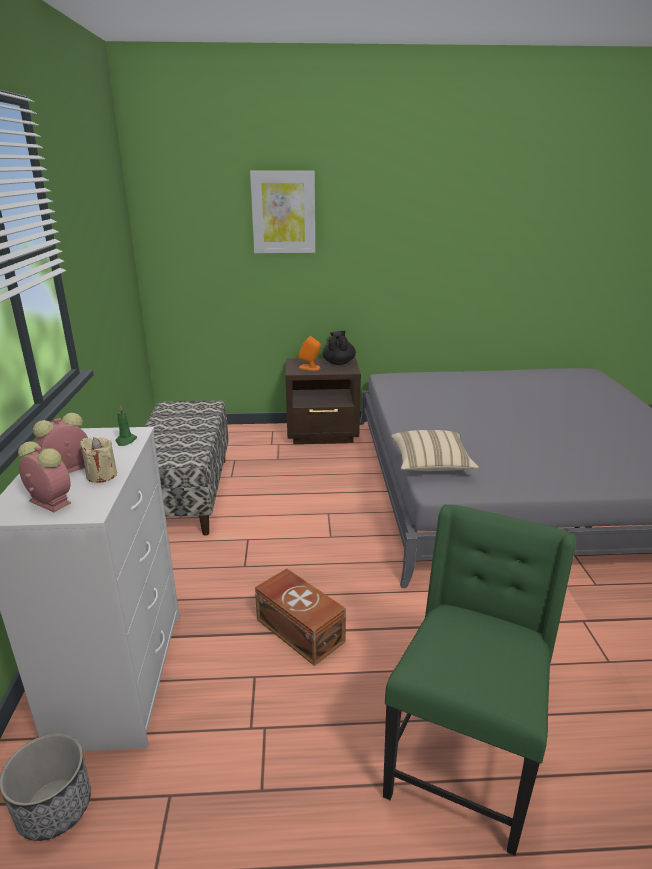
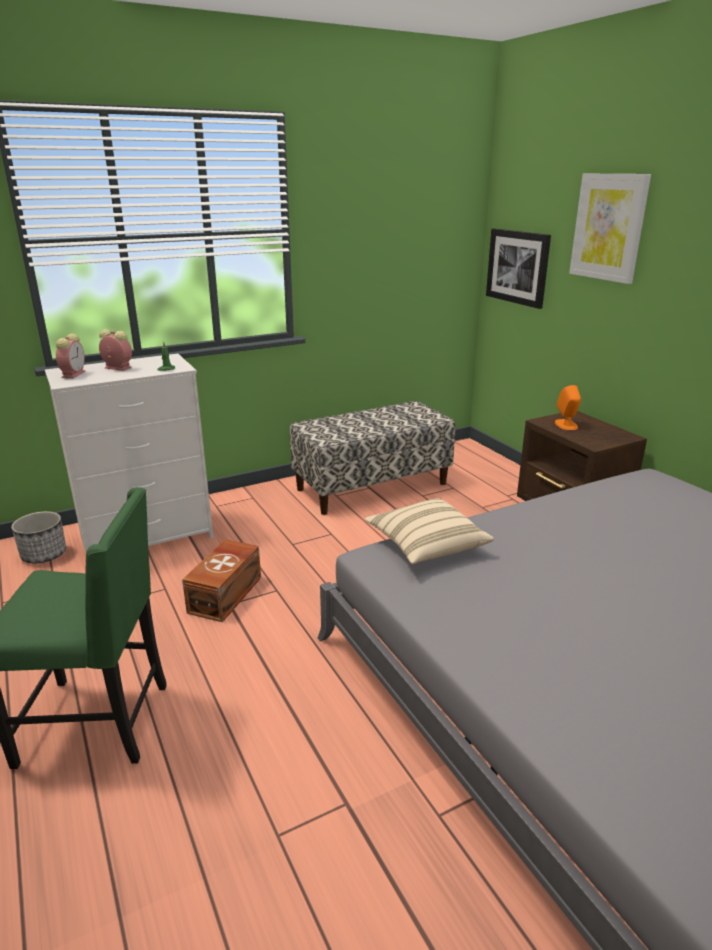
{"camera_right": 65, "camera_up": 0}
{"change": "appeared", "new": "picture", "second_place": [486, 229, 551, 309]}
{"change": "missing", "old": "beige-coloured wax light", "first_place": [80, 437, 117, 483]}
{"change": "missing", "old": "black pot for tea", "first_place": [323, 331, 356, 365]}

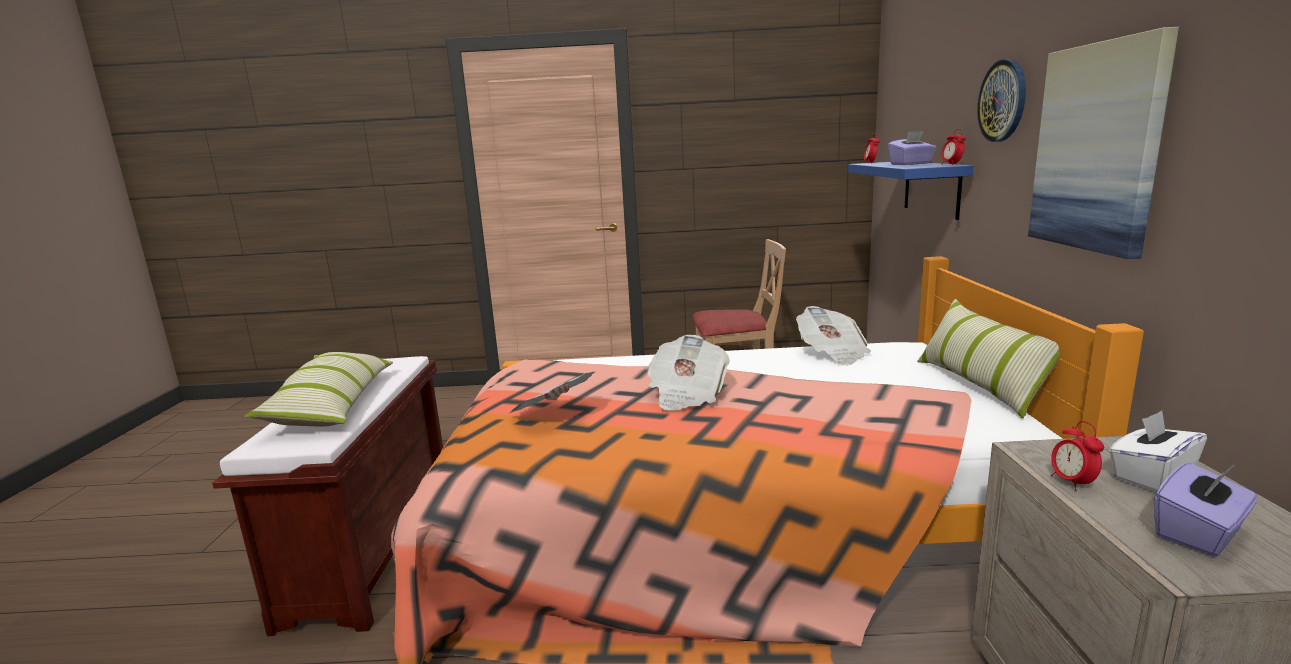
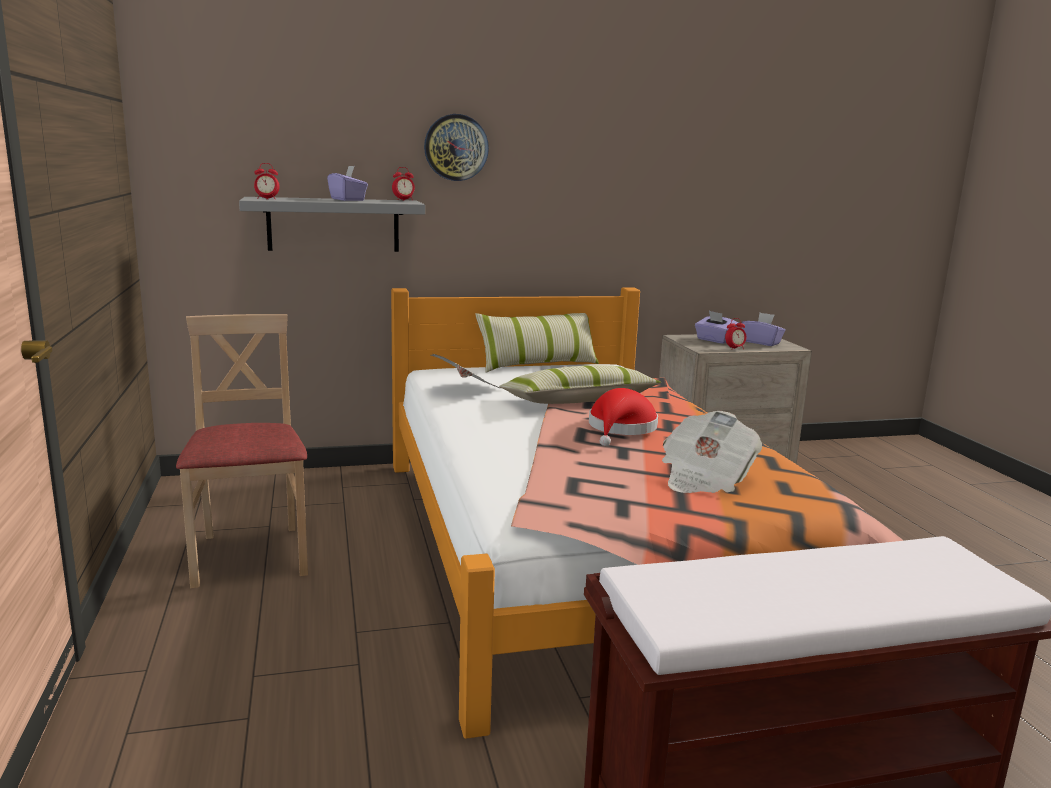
{"camera_right": -105, "camera_up": 0}
{"change": "colour", "old": "blue bracket shelf", "new": "grey bracket shelf", "first_place": [848, 162, 973, 220], "second_place": [239, 197, 425, 252]}
{"change": "relocated", "old": "cushion", "first_place": [244, 352, 393, 427], "second_place": [499, 365, 661, 404]}
{"change": "exchanged", "old": "printed paper", "new": "reddish hat", "first_place": [646, 335, 730, 411], "second_place": [589, 388, 658, 446]}
{"change": "colour", "old": "white box of tissues", "new": "purple-coloured box of tissues", "first_place": [1109, 411, 1207, 493], "second_place": [695, 311, 739, 344]}
{"change": "missing", "old": "picture", "first_place": [1028, 27, 1179, 259]}

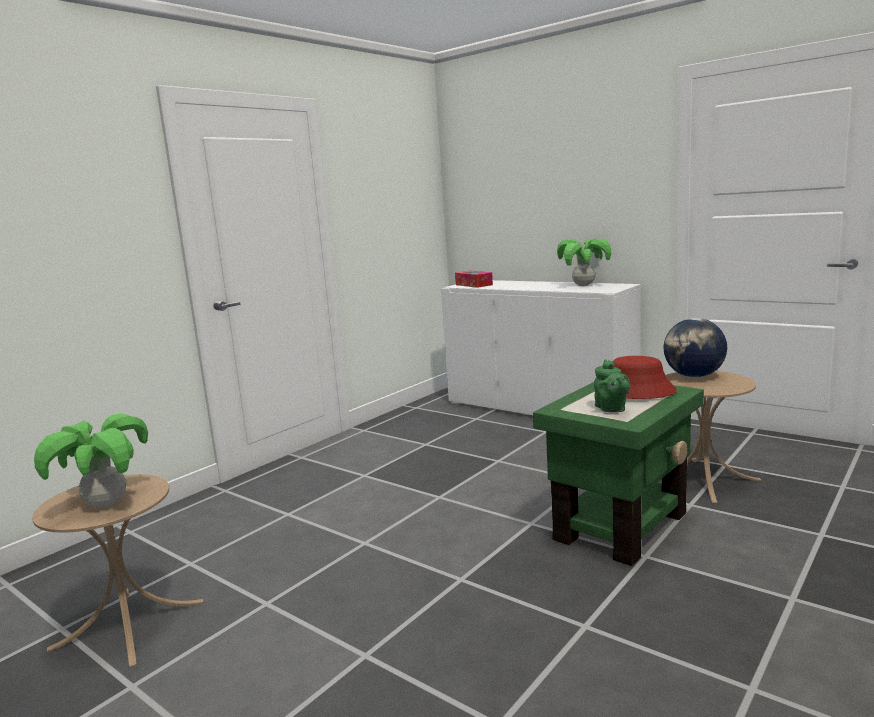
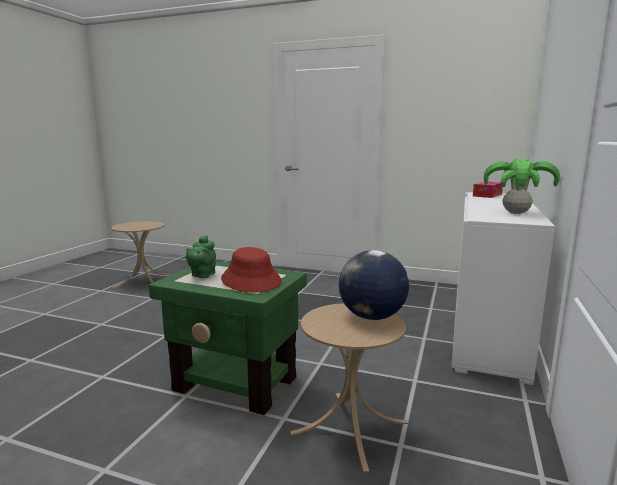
{"camera_right": 70, "camera_up": 0}
{"change": "spun", "old": "green pot for tea", "first_place": [594, 359, 630, 412], "second_place": [186, 235, 216, 278], "degrees": -45}
{"change": "missing", "old": "houseplant", "first_place": [34, 413, 148, 508]}

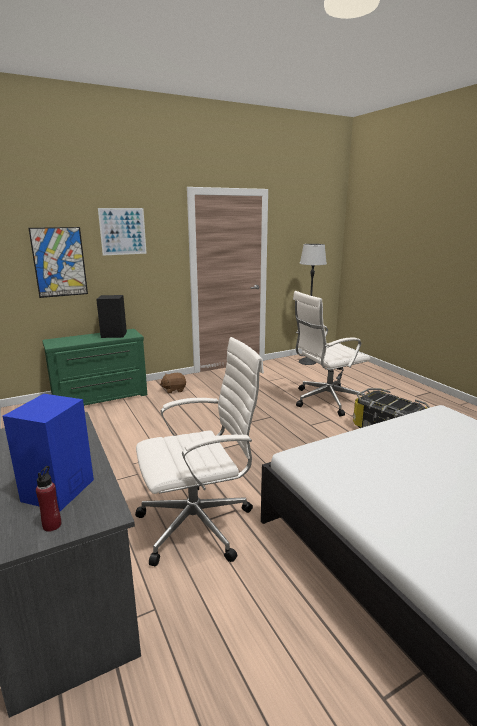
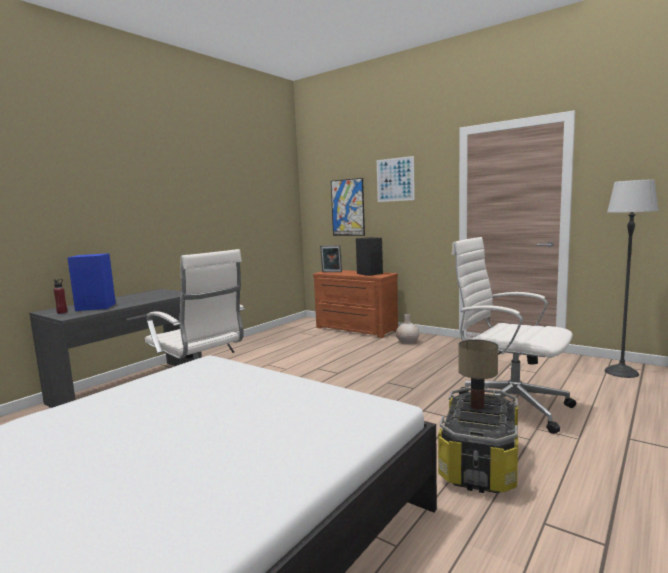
{"camera_right": 65, "camera_up": -10}
{"change": "colour", "old": "green dresser", "new": "brown dresser", "first_place": [42, 329, 147, 406], "second_place": [313, 270, 398, 338]}
{"change": "appeared", "new": "photo frame", "second_place": [320, 245, 342, 272]}
{"change": "exchanged", "old": "brown soft toy", "new": "beige-coloured flower vase", "first_place": [160, 373, 186, 393], "second_place": [396, 314, 419, 344]}
{"change": "appeared", "new": "table lamp", "second_place": [458, 340, 498, 409]}

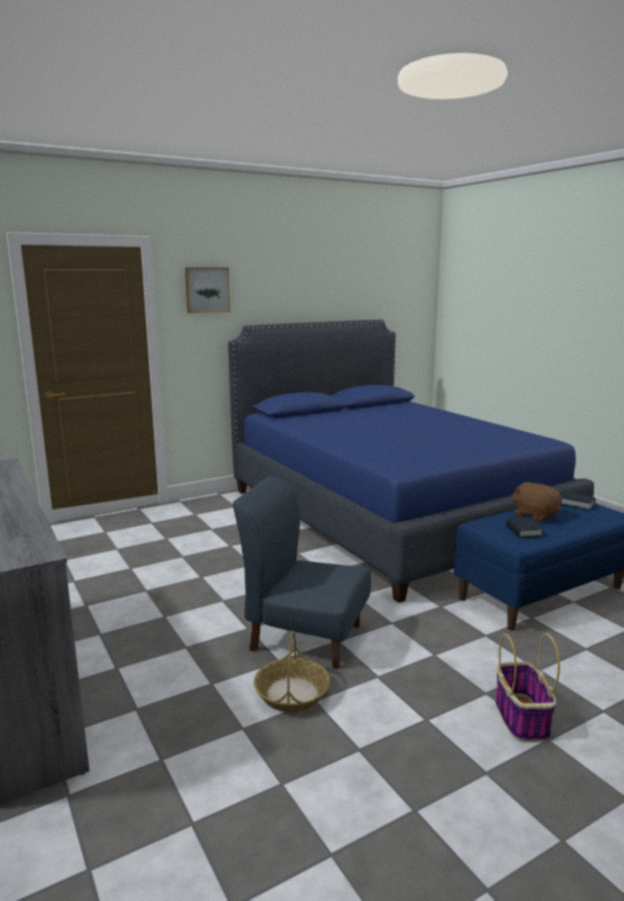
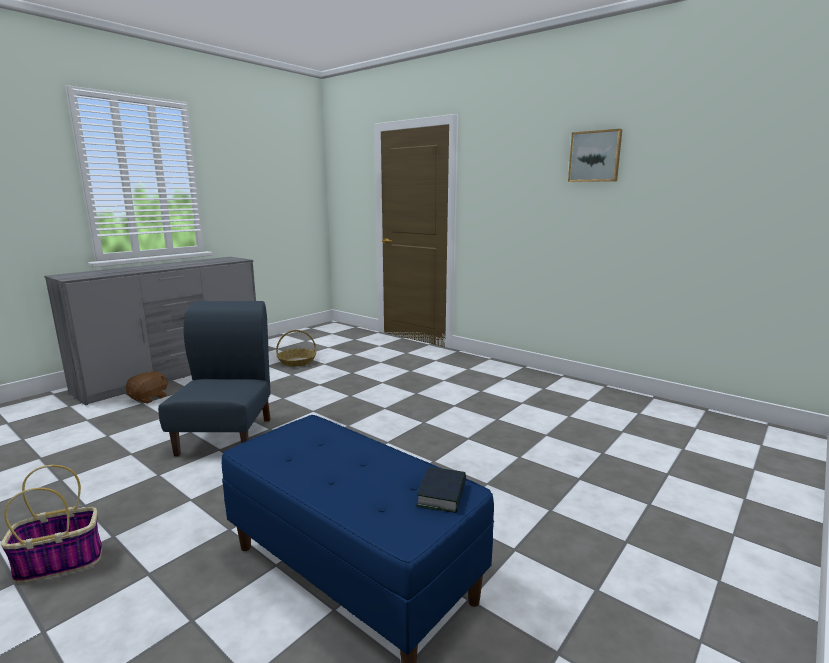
{"camera_right": 70, "camera_up": 0}
{"change": "relocated", "old": "brown soft toy", "first_place": [512, 482, 562, 522], "second_place": [126, 371, 168, 403]}
{"change": "relocated", "old": "storage basket", "first_place": [254, 631, 330, 712], "second_place": [276, 330, 316, 367]}
{"change": "relocated", "old": "picture", "first_place": [185, 267, 230, 313], "second_place": [568, 129, 622, 182]}
{"change": "missing", "old": "blue bed", "first_place": [228, 320, 594, 603]}
{"change": "missing", "old": "bound book", "first_place": [506, 517, 543, 538]}

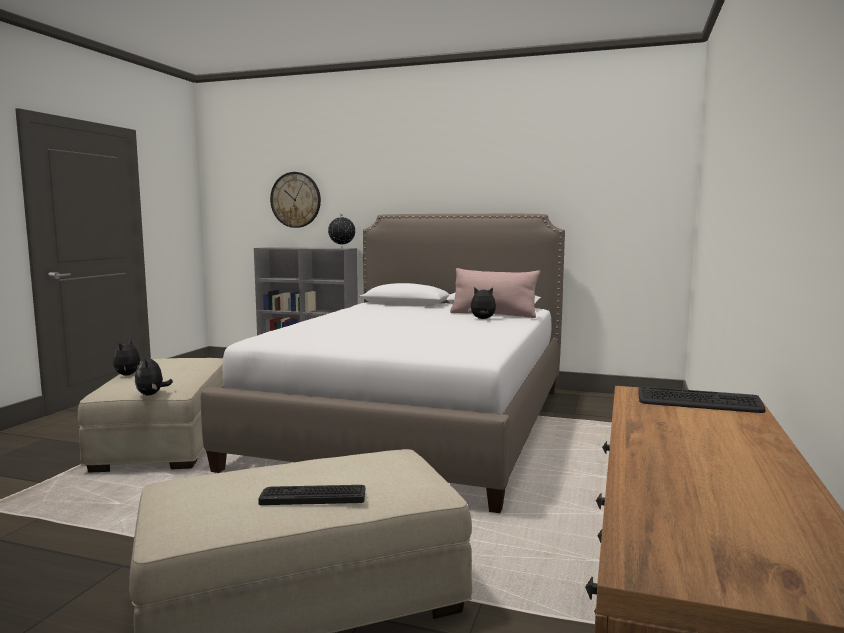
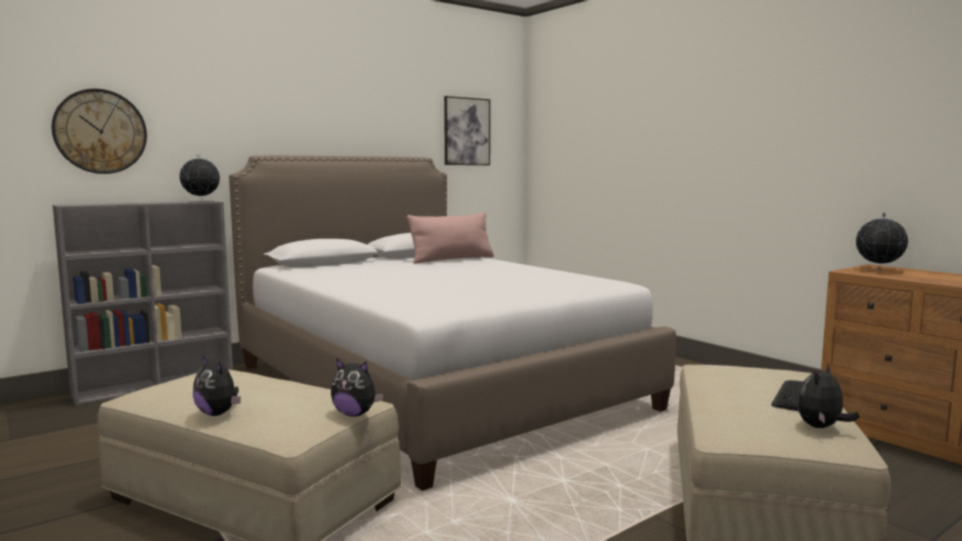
{"camera_right": -55, "camera_up": 0}
{"change": "appeared", "new": "picture", "second_place": [444, 96, 490, 165]}
{"change": "relocated", "old": "soft toy", "first_place": [468, 287, 496, 319], "second_place": [797, 364, 860, 428]}
{"change": "exchanged", "old": "PC keyboard", "new": "globe", "first_place": [638, 387, 766, 413], "second_place": [856, 213, 908, 270]}

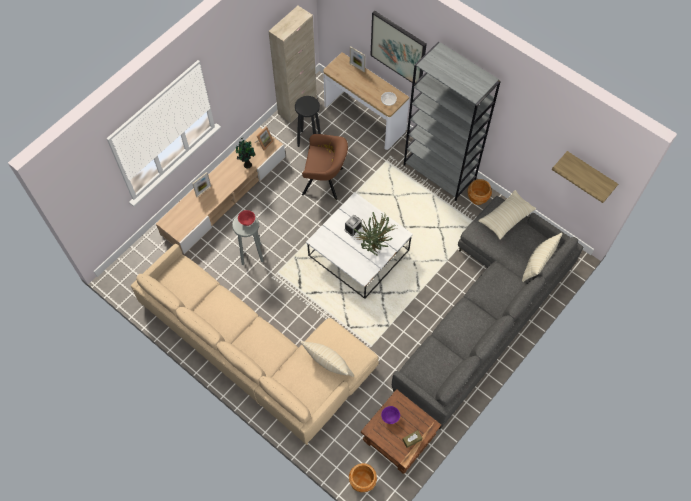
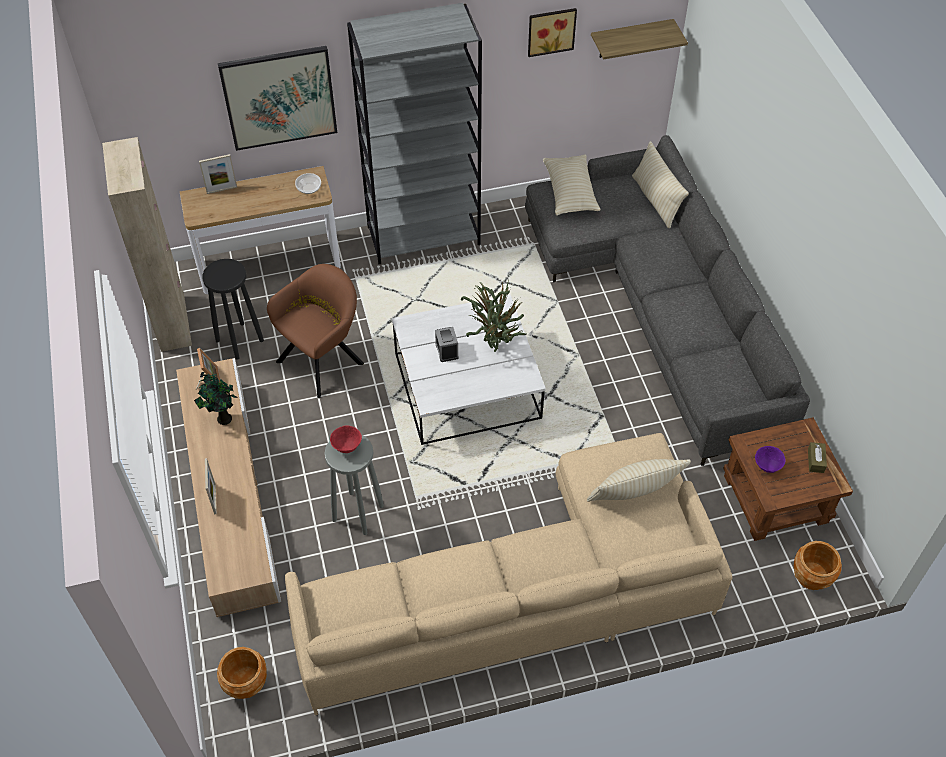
{"camera_right": -55, "camera_up": -10}
{"change": "relocated", "old": "brown flower pot", "first_place": [467, 179, 492, 205], "second_place": [217, 647, 267, 699]}
{"change": "appeared", "new": "picture", "second_place": [528, 8, 577, 57]}

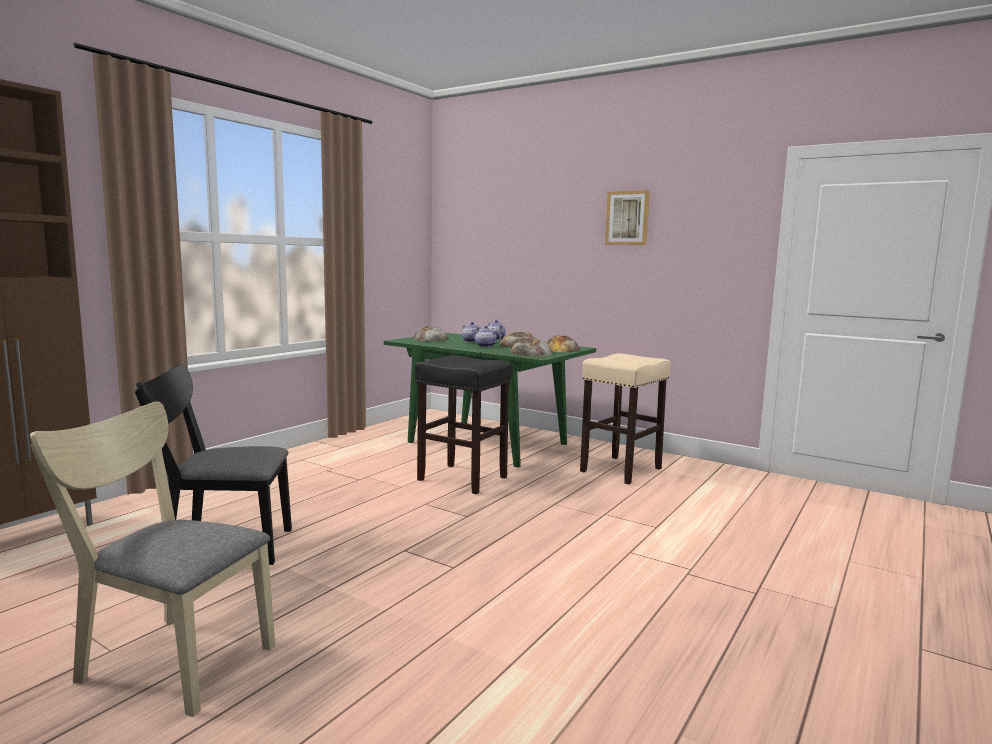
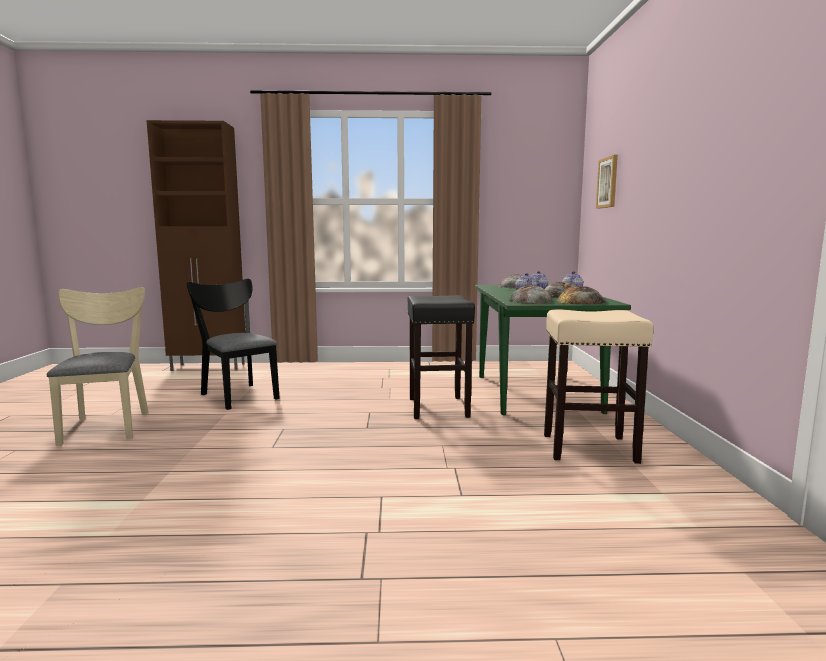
{"camera_right": 55, "camera_up": 0}
{"change": "relocated", "old": "picture", "first_place": [605, 190, 650, 245], "second_place": [596, 155, 618, 209]}

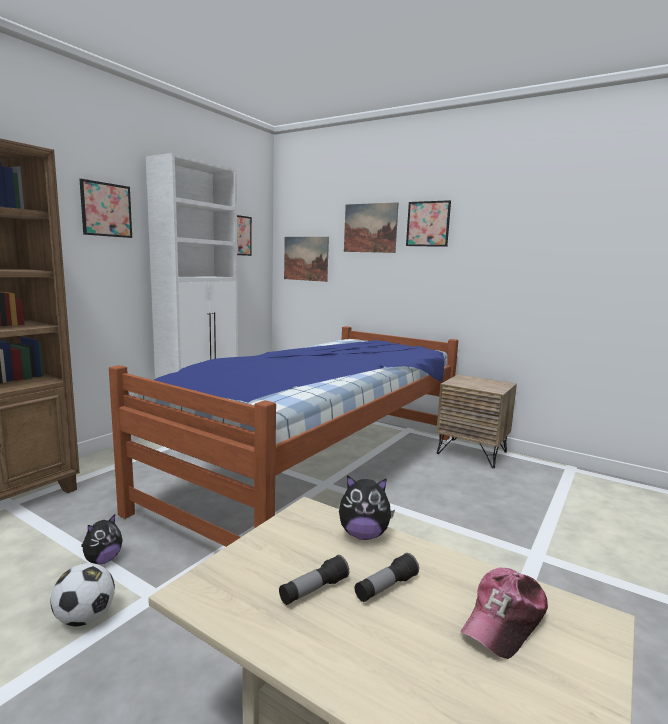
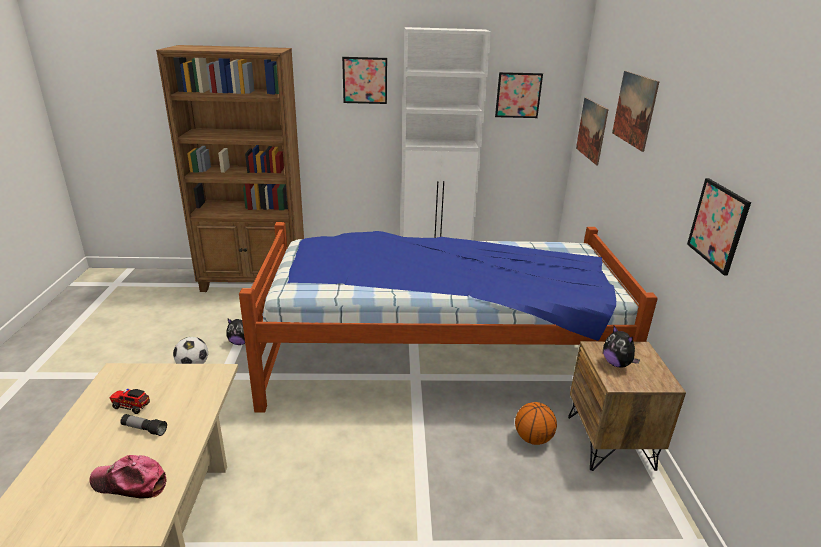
{"camera_right": 55, "camera_up": 15}
{"change": "exchanged", "old": "flashlight", "new": "model truck", "first_place": [279, 555, 349, 605], "second_place": [110, 389, 150, 414]}
{"change": "appeared", "new": "ball for basketball", "second_place": [515, 402, 557, 445]}
{"change": "relocated", "old": "soft toy", "first_place": [339, 475, 395, 540], "second_place": [603, 326, 640, 368]}
{"change": "relocated", "old": "picture", "first_place": [406, 200, 451, 247], "second_place": [687, 178, 751, 275]}

